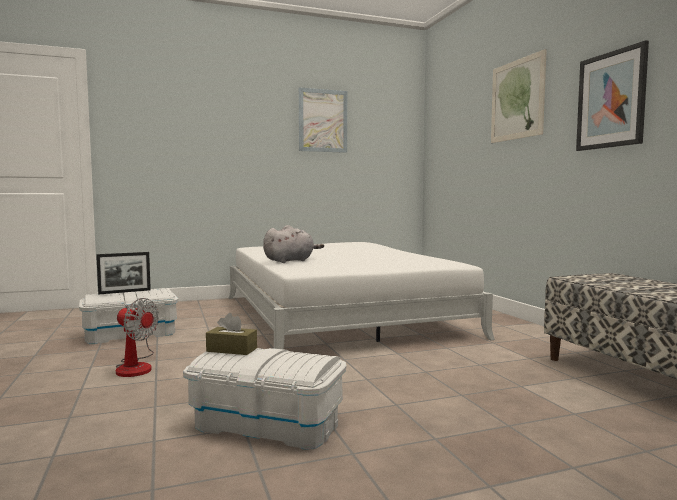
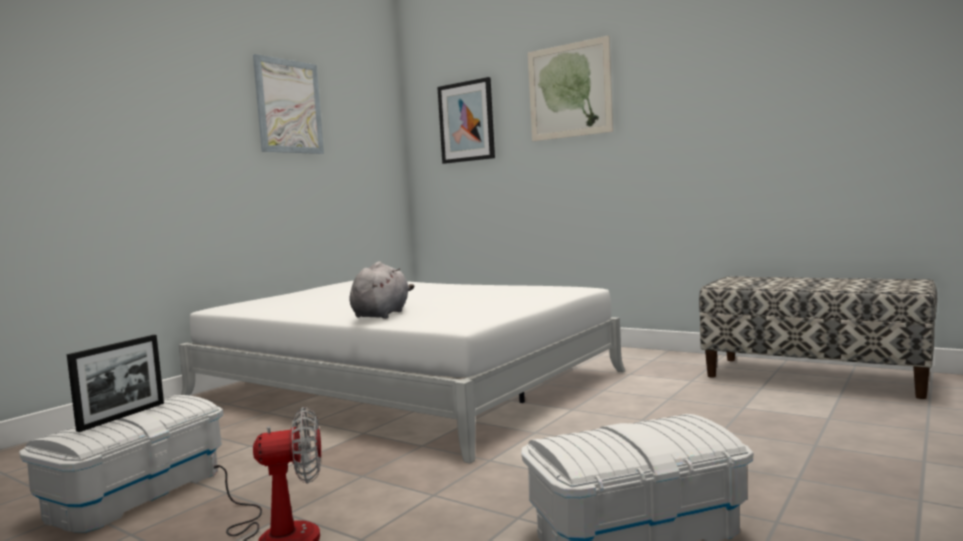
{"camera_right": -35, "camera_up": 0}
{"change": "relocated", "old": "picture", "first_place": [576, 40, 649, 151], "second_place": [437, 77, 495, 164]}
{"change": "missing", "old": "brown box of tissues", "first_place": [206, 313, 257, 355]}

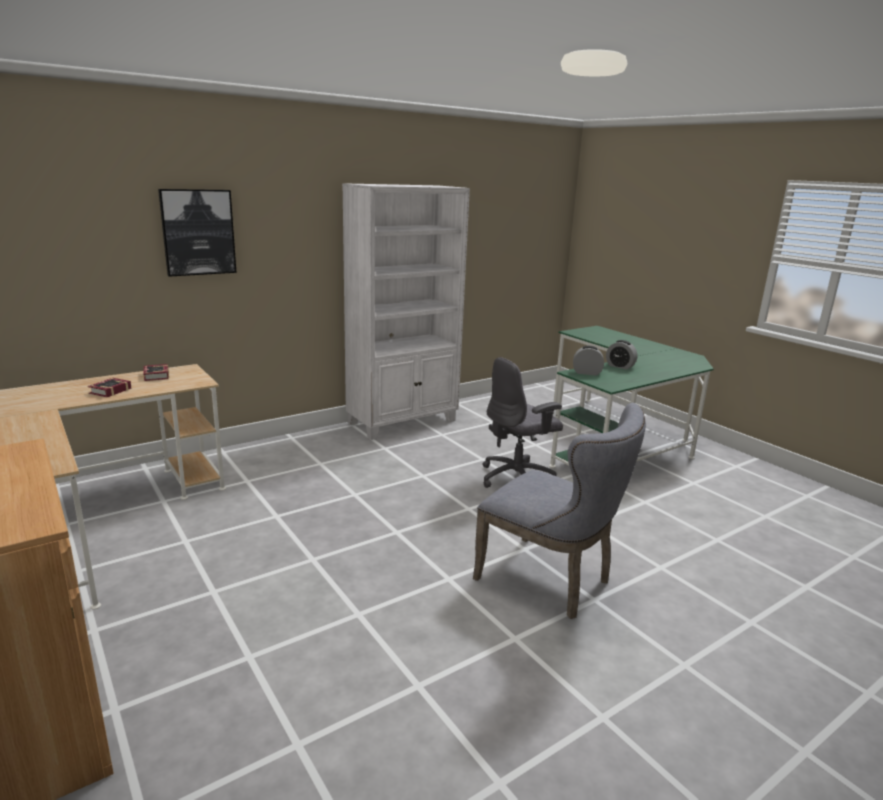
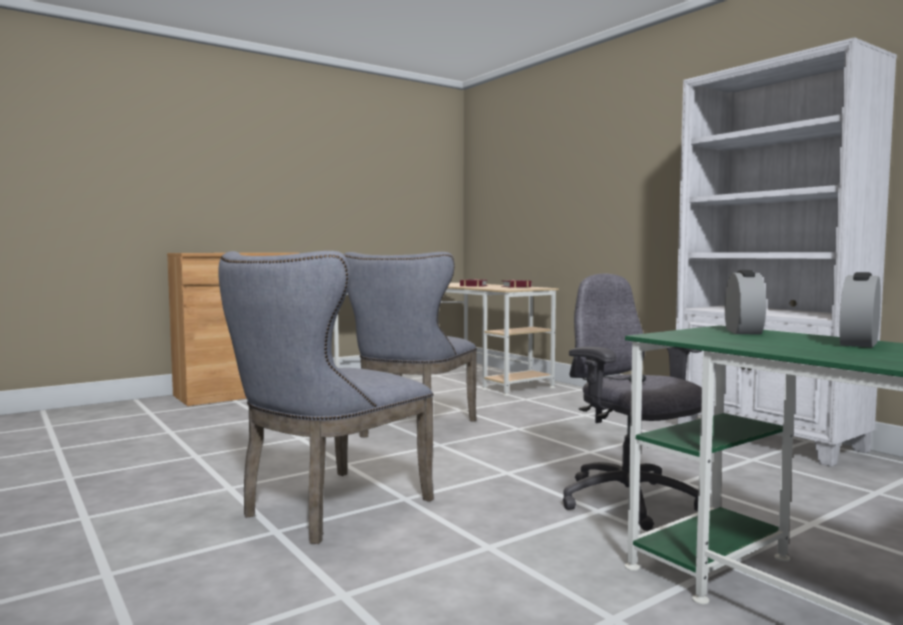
{"camera_right": 90, "camera_up": -15}
{"change": "appeared", "new": "grey upright chair", "second_place": [344, 252, 477, 438]}
{"change": "missing", "old": "picture", "first_place": [158, 189, 236, 277]}

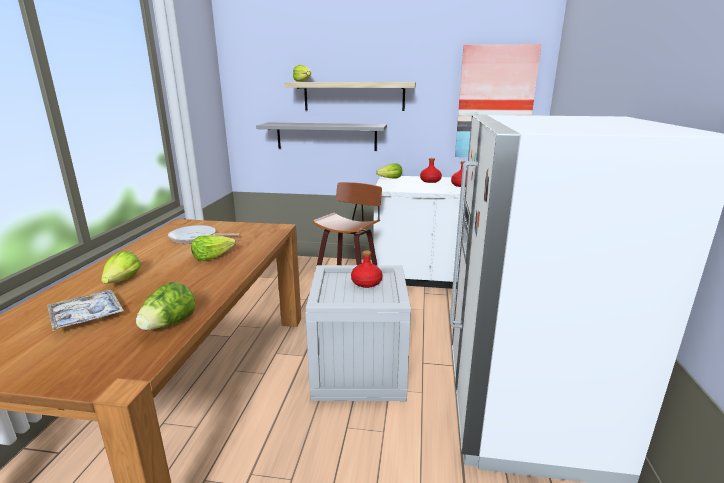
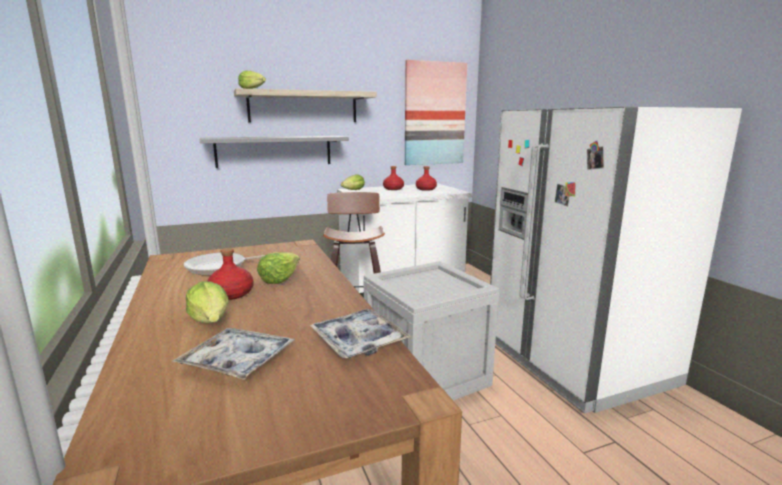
{"camera_right": -30, "camera_up": -5}
{"change": "relocated", "old": "reddish beverage bottle", "first_place": [351, 250, 383, 288], "second_place": [207, 248, 254, 300]}
{"change": "exchanged", "old": "head of lettuce", "new": "carrying tray", "first_place": [136, 282, 195, 330], "second_place": [310, 309, 412, 358]}

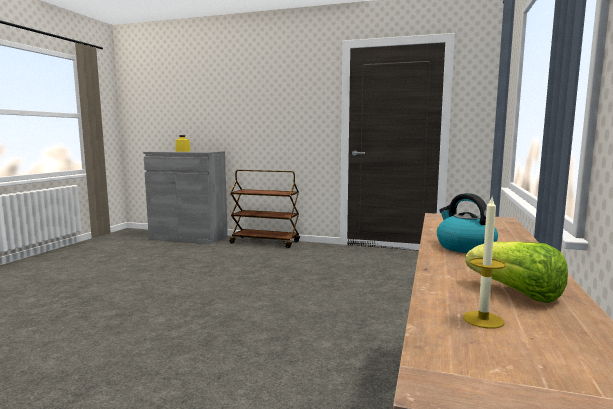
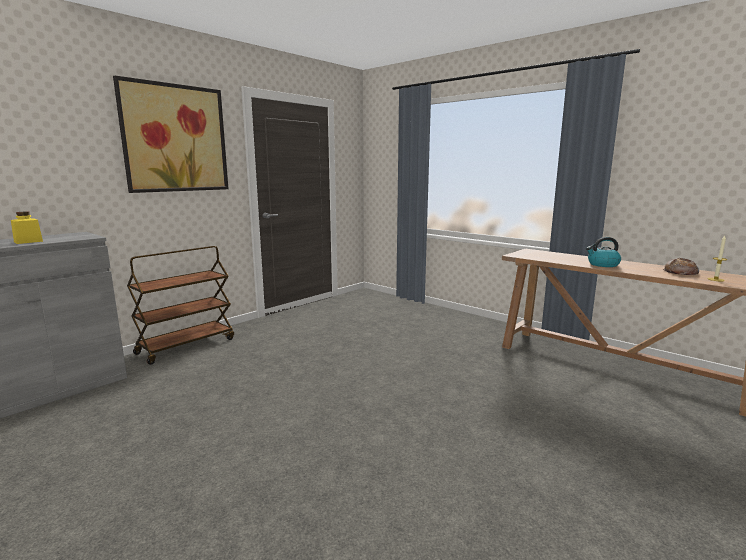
{"camera_right": -65, "camera_up": 5}
{"change": "appeared", "new": "picture", "second_place": [113, 76, 228, 193]}
{"change": "exchanged", "old": "head of lettuce", "new": "bakery bread", "first_place": [465, 241, 568, 303], "second_place": [662, 258, 700, 275]}

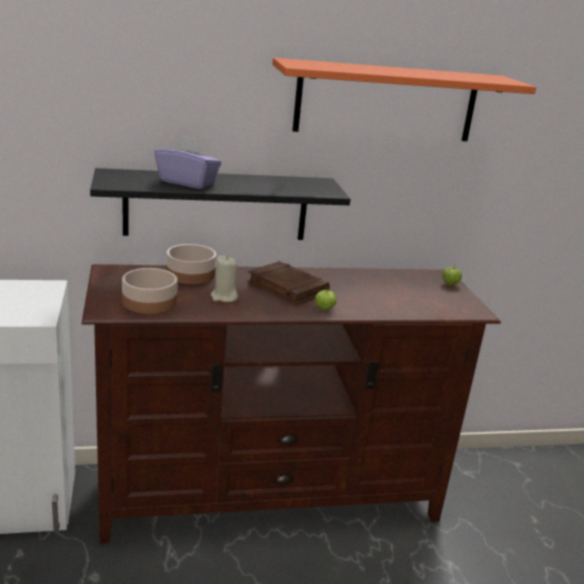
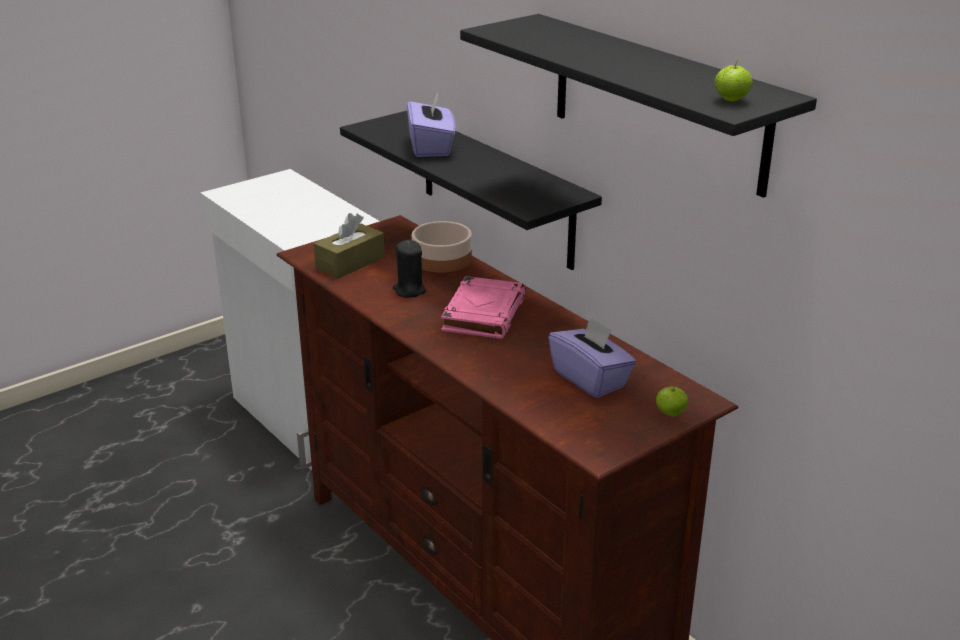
{"camera_right": 65, "camera_up": 5}
{"change": "exchanged", "old": "deep dish", "new": "brown box of tissues", "first_place": [122, 268, 178, 314], "second_place": [314, 213, 385, 279]}
{"change": "colour", "old": "beige-coloured wax light", "new": "black wax light", "first_place": [211, 255, 238, 302], "second_place": [392, 240, 426, 298]}
{"change": "colour", "old": "brown bound book", "new": "pinkish bound book", "first_place": [248, 261, 330, 305], "second_place": [441, 276, 526, 339]}
{"change": "colour", "old": "orangey bracket shelf", "new": "black bracket shelf", "first_place": [272, 58, 536, 141], "second_place": [460, 14, 817, 198]}
{"change": "appeared", "new": "purple-coloured box of tissues", "second_place": [548, 316, 637, 398]}
{"change": "relocated", "old": "apple fruit", "first_place": [315, 288, 337, 311], "second_place": [715, 58, 753, 102]}

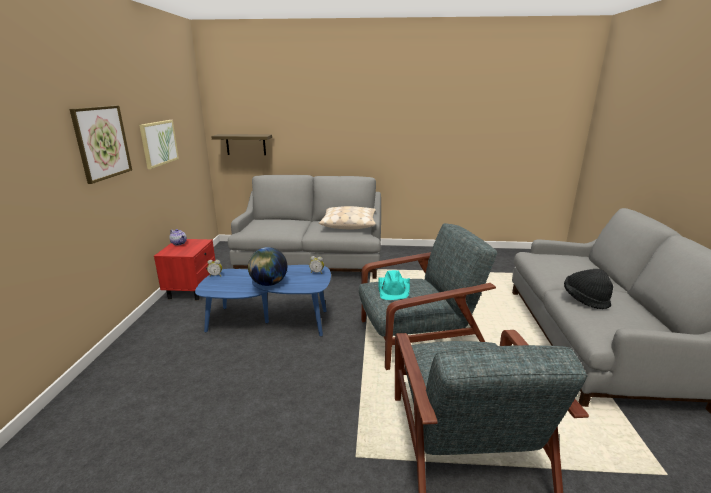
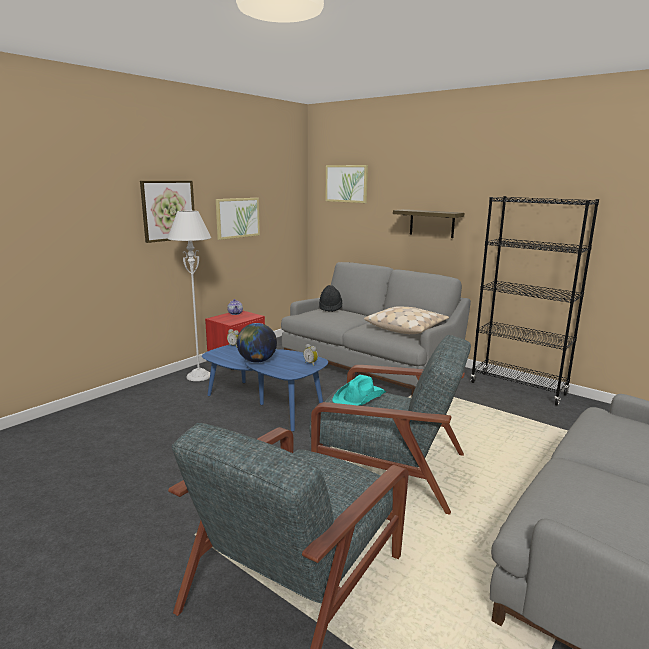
{"camera_right": 35, "camera_up": -5}
{"change": "appeared", "new": "grey standing lamp", "second_place": [167, 211, 211, 381]}
{"change": "relocated", "old": "black hat", "first_place": [564, 269, 613, 309], "second_place": [319, 285, 342, 312]}
{"change": "appeared", "new": "picture", "second_place": [325, 165, 368, 203]}
{"change": "relocated", "old": "bracket shelf", "first_place": [211, 134, 272, 155], "second_place": [393, 209, 464, 238]}
{"change": "appeared", "new": "black bookshelf", "second_place": [470, 196, 599, 406]}

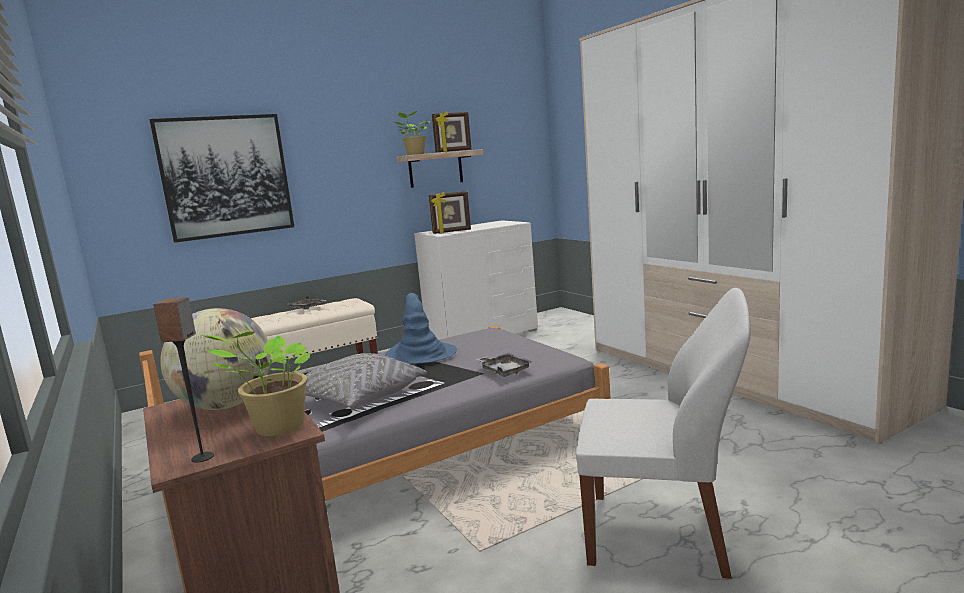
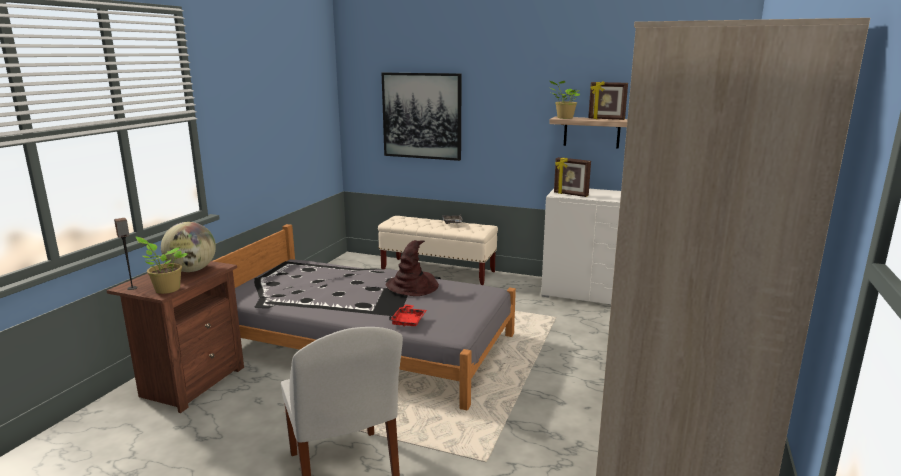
{"camera_right": 50, "camera_up": 5}
{"change": "colour", "old": "blue hat", "new": "brown hat", "first_place": [385, 293, 457, 364], "second_place": [386, 240, 439, 296]}
{"change": "colour", "old": "grey carrying tray", "new": "reddish carrying tray", "first_place": [476, 352, 532, 377], "second_place": [389, 304, 427, 327]}
{"change": "missing", "old": "grey cushion", "first_place": [305, 353, 427, 408]}

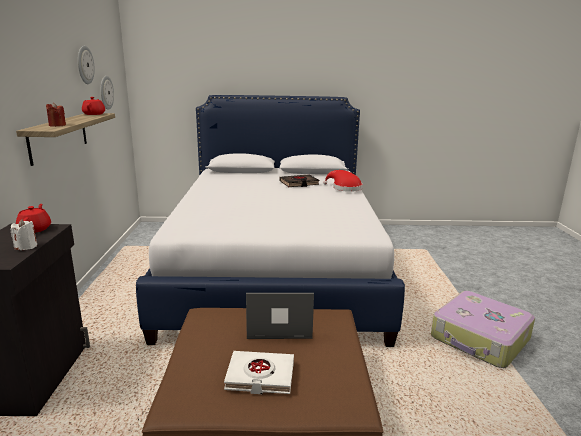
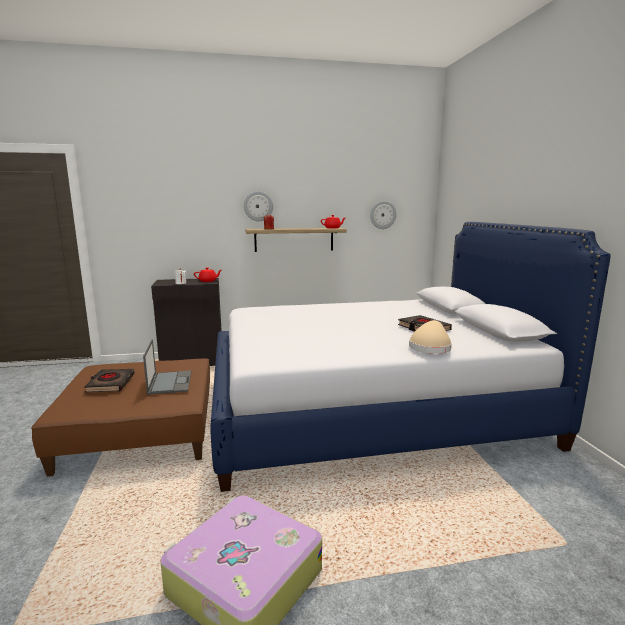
{"camera_right": 80, "camera_up": -5}
{"change": "colour", "old": "white bound book", "new": "black bound book", "first_place": [224, 351, 294, 394], "second_place": [84, 369, 135, 392]}
{"change": "relocated", "old": "wall clock", "first_place": [78, 46, 95, 84], "second_place": [244, 191, 273, 221]}
{"change": "colour", "old": "reddish hat", "new": "beige-coloured hat", "first_place": [323, 170, 362, 192], "second_place": [409, 320, 452, 354]}

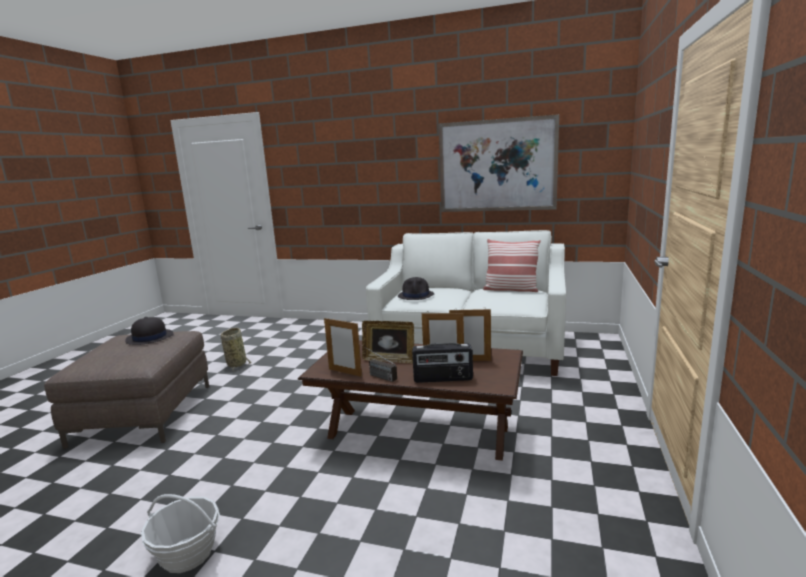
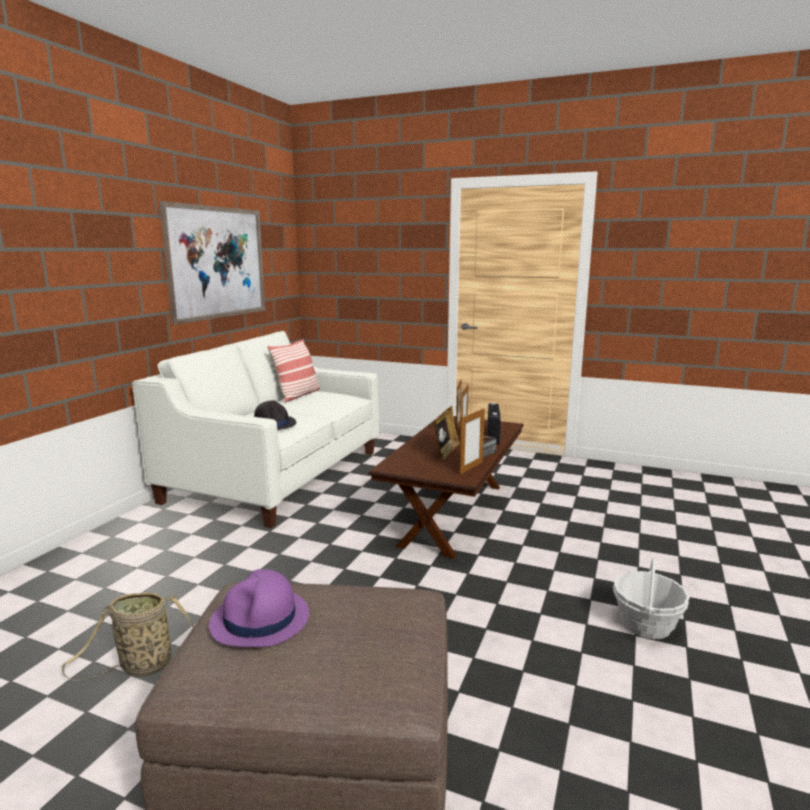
{"camera_right": -85, "camera_up": 0}
{"change": "colour", "old": "black hat", "new": "purple-coloured hat", "first_place": [125, 317, 174, 345], "second_place": [209, 569, 309, 647]}

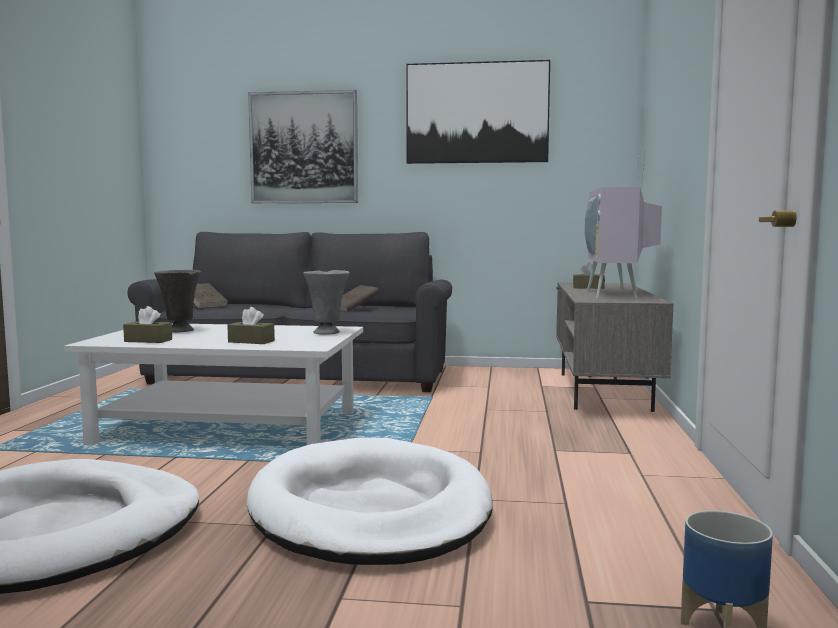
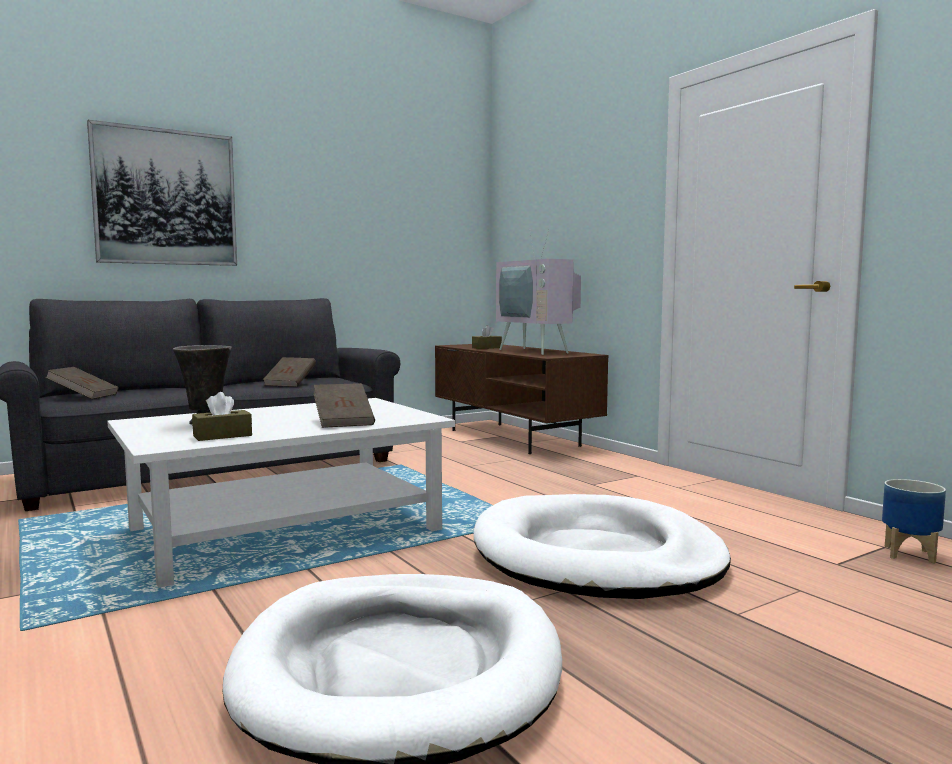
{"camera_right": -40, "camera_up": 0}
{"change": "exchanged", "old": "brown box of tissues", "new": "brown bound book", "first_place": [227, 307, 275, 344], "second_place": [313, 383, 375, 428]}
{"change": "colour", "old": "grey media console", "new": "brown media console", "first_place": [556, 283, 674, 412], "second_place": [435, 344, 608, 454]}
{"change": "missing", "old": "grey flower vase", "first_place": [304, 270, 350, 335]}
{"change": "missing", "old": "picture", "first_place": [406, 60, 550, 164]}

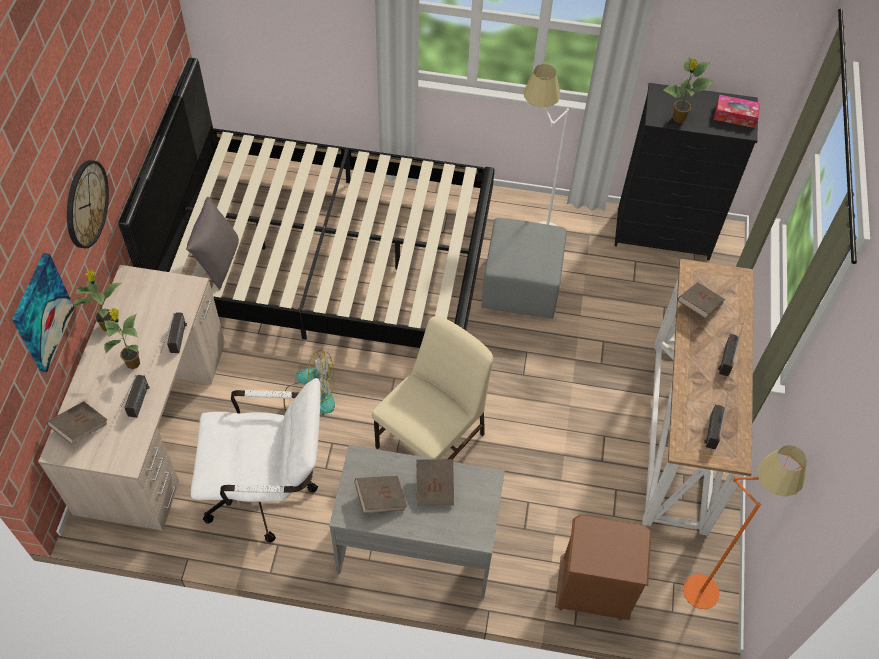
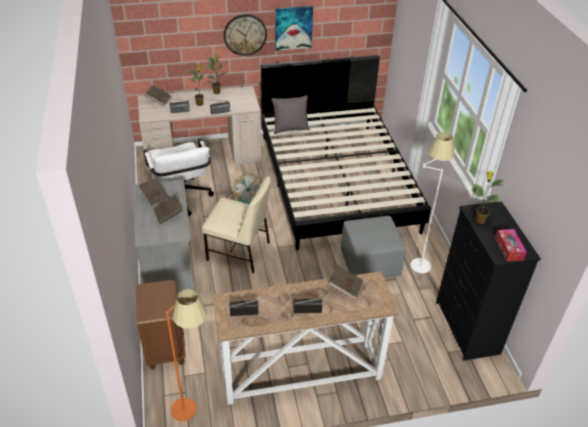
{"camera_right": 70, "camera_up": -15}
{"change": "relocated", "old": "picture", "first_place": [12, 253, 75, 372], "second_place": [275, 6, 313, 51]}

